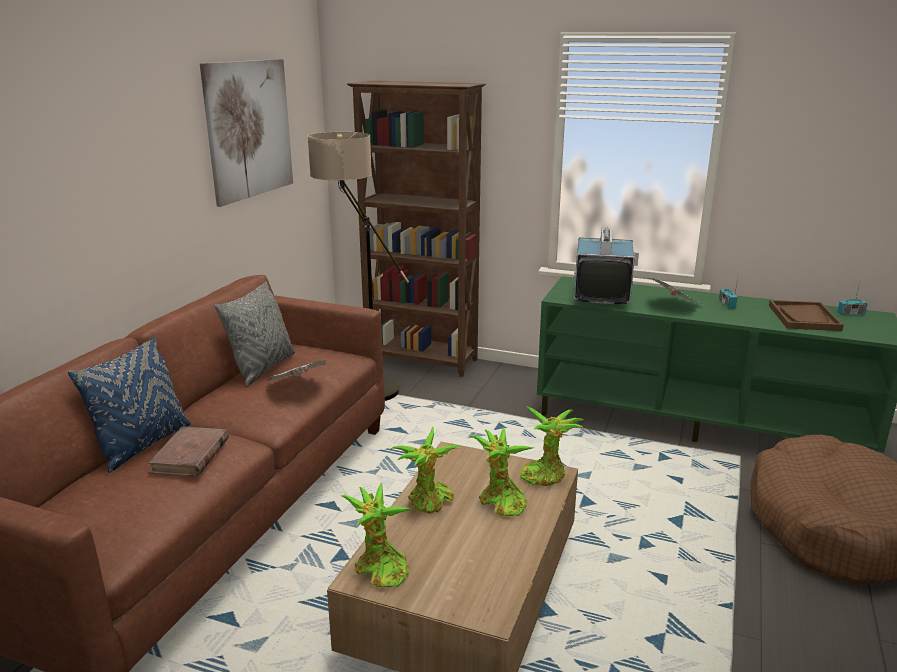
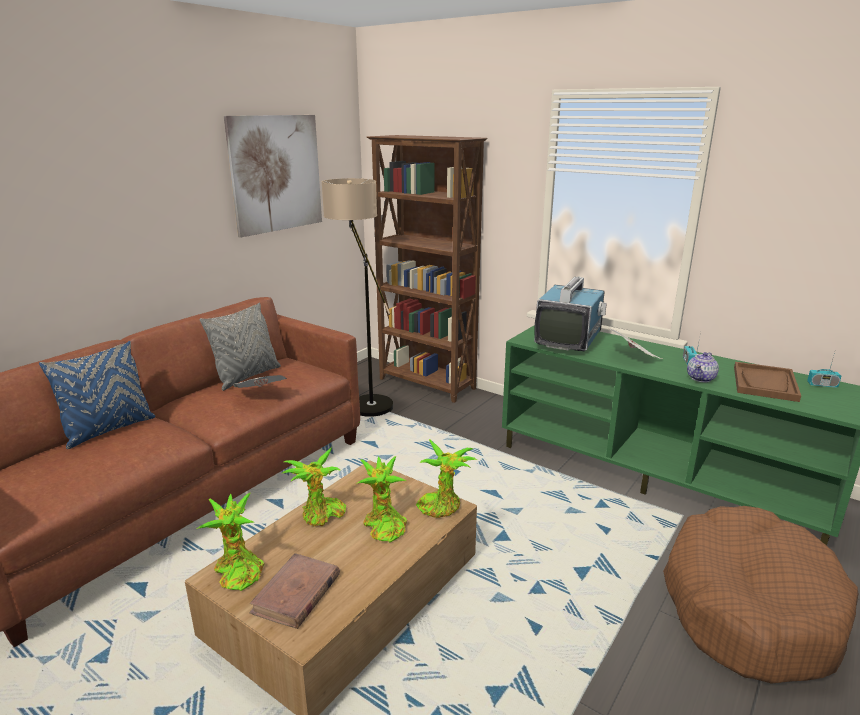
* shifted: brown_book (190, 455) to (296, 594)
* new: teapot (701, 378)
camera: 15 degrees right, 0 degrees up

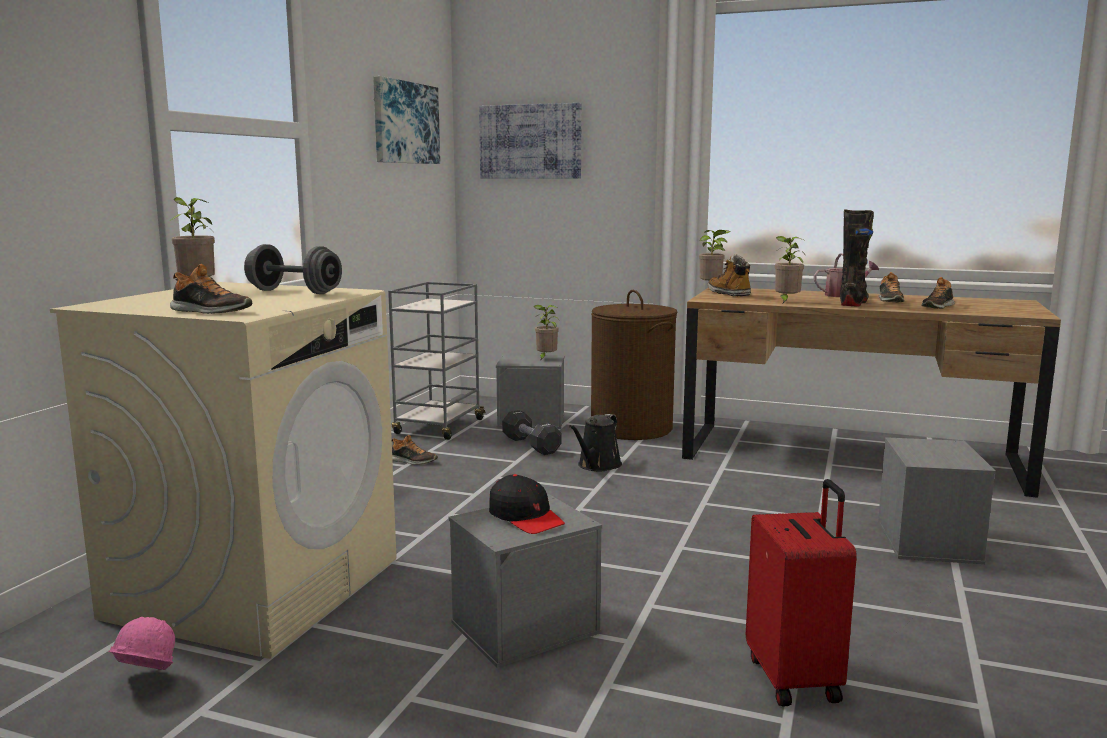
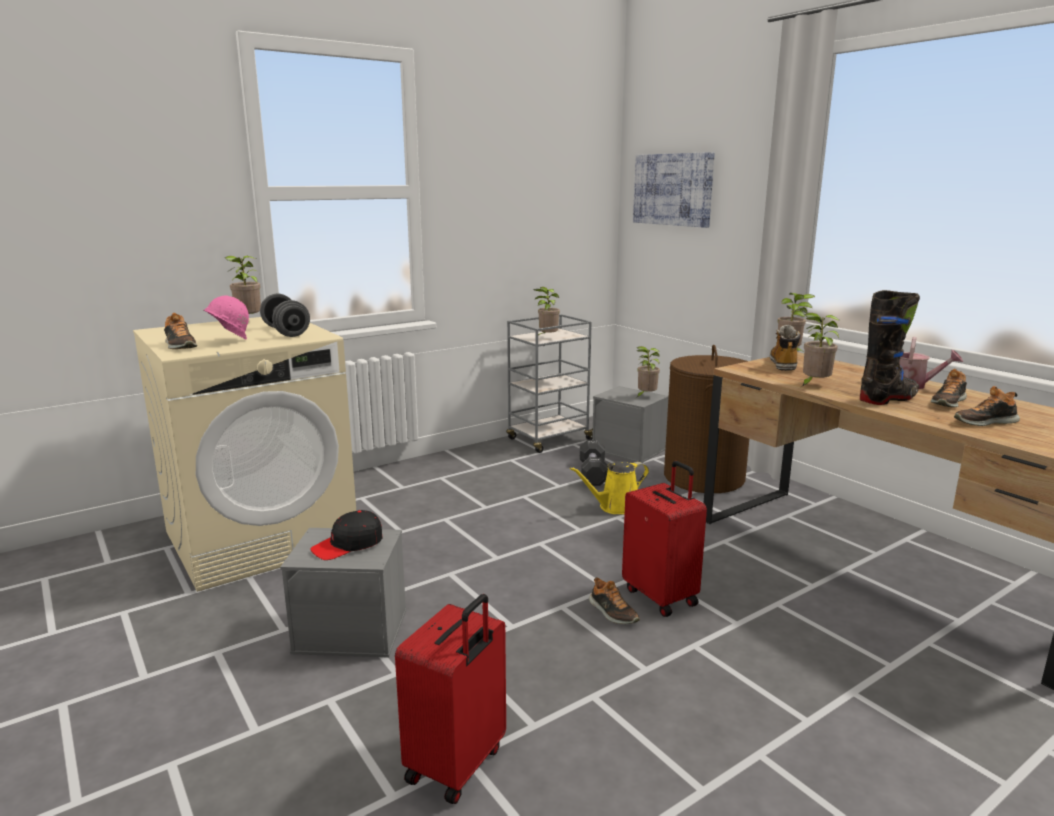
* gone: picture (405, 123)
* repainted: black_watering_can (597, 466) to yellow_watering_can (616, 507)
* shifted: shoe (412, 461) to (612, 612)
* gone: grey_storage_box (926, 540)
* rotated: black_cap (526, 517) = (348, 545) 60 degrees clockwise
* shifted: pink_hard_hat (144, 683) to (229, 342)
* new: potted_plant (547, 338)
* new: red_suitcase (661, 596)
camera: 35 degrees right, 5 degrees up

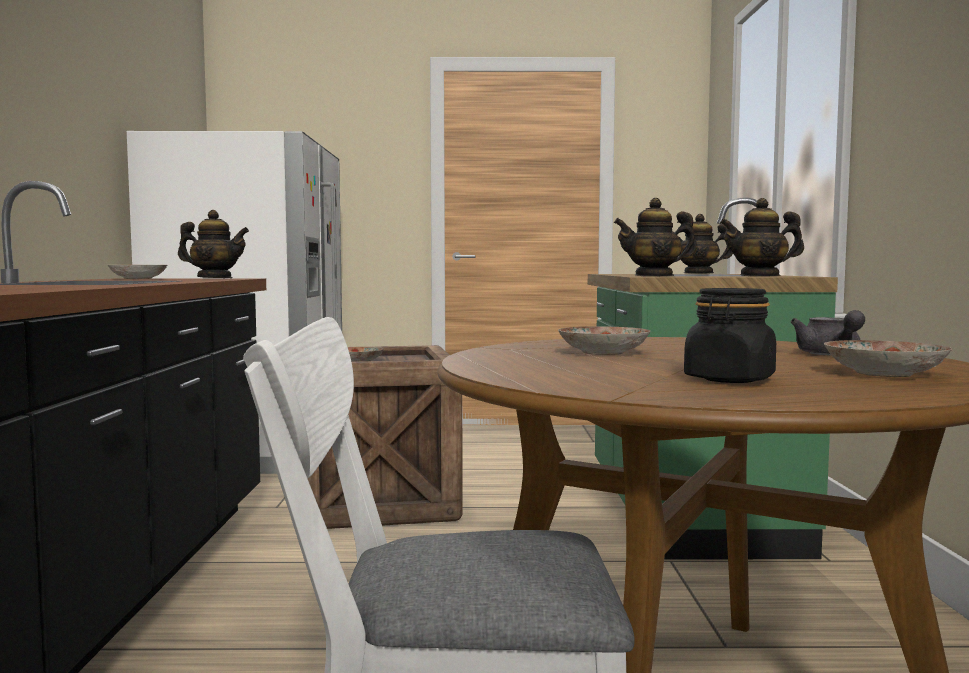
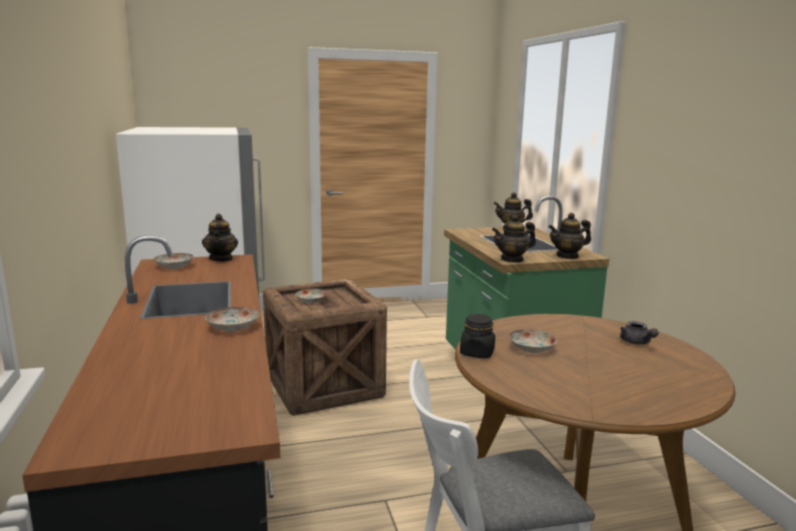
* rotated: teapot (215, 278) = (221, 259) 90 degrees clockwise
* shifted: black_jar (729, 379) to (477, 353)
* shifted: plate (884, 373) to (233, 327)
camera: 15 degrees left, 10 degrees up

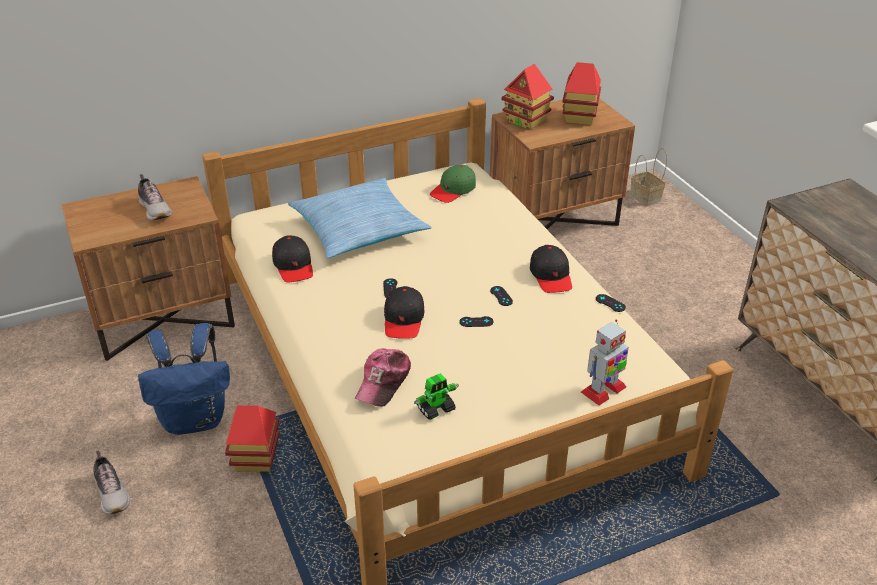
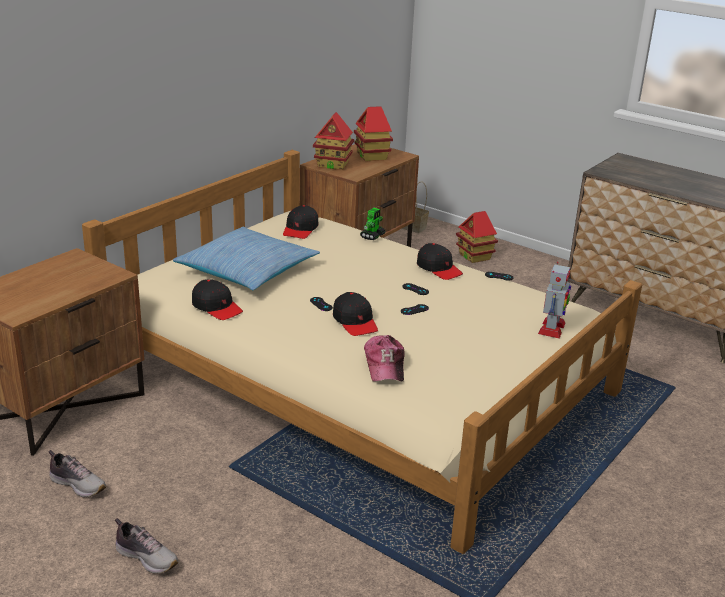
* repainted: green_cap (453, 190) to black_cap (300, 229)
* shifted: shoe (155, 209) to (78, 484)
* gone: blue_backpack (195, 419)
* shifted: toy_robot (436, 408) to (372, 236)
* shifted: toy_house (256, 458) to (474, 256)
camera: 30 degrees left, 10 degrees down

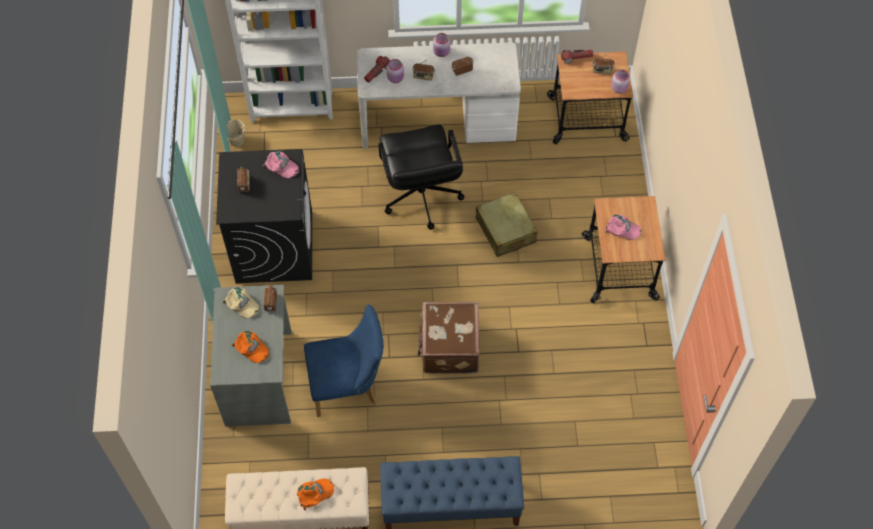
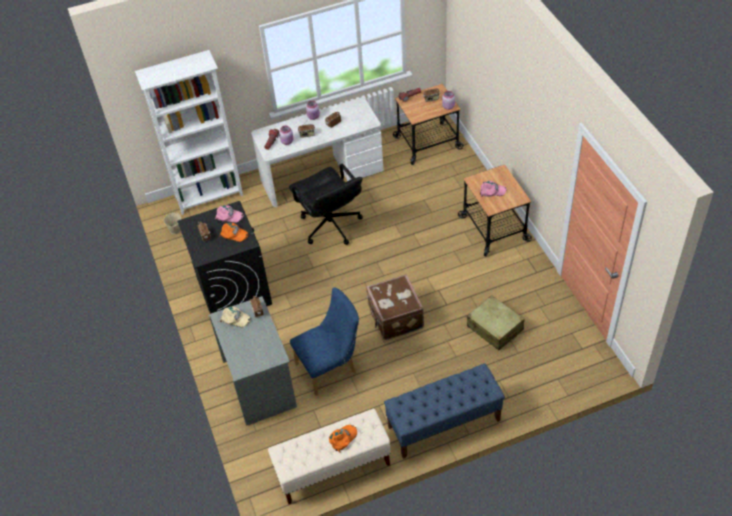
* shifted: beige_suitcase (505, 230) to (495, 328)
* shifted: orange_cap (251, 348) to (234, 234)
camera: 15 degrees left, 10 degrees down

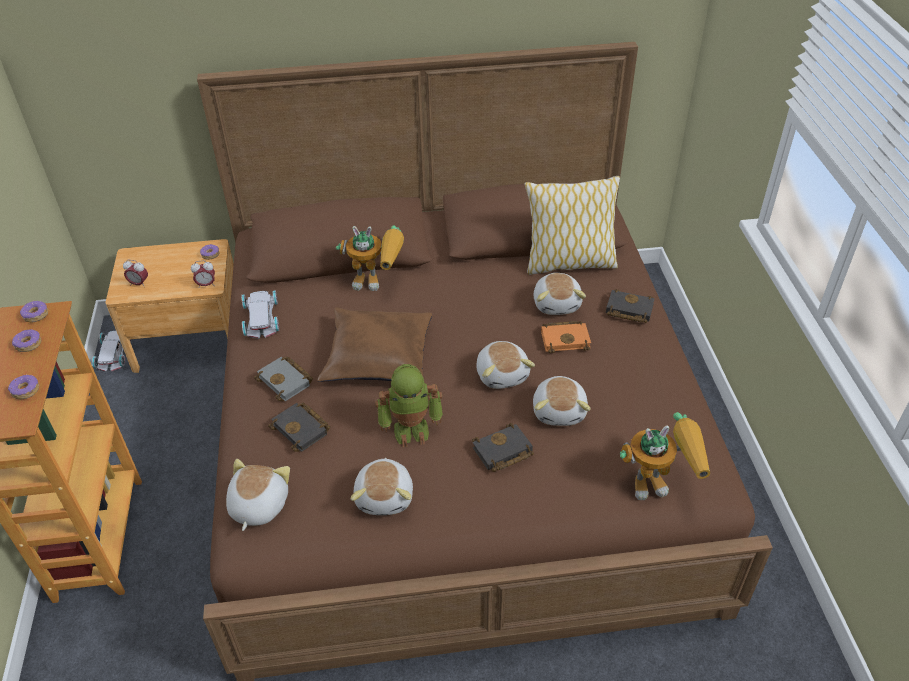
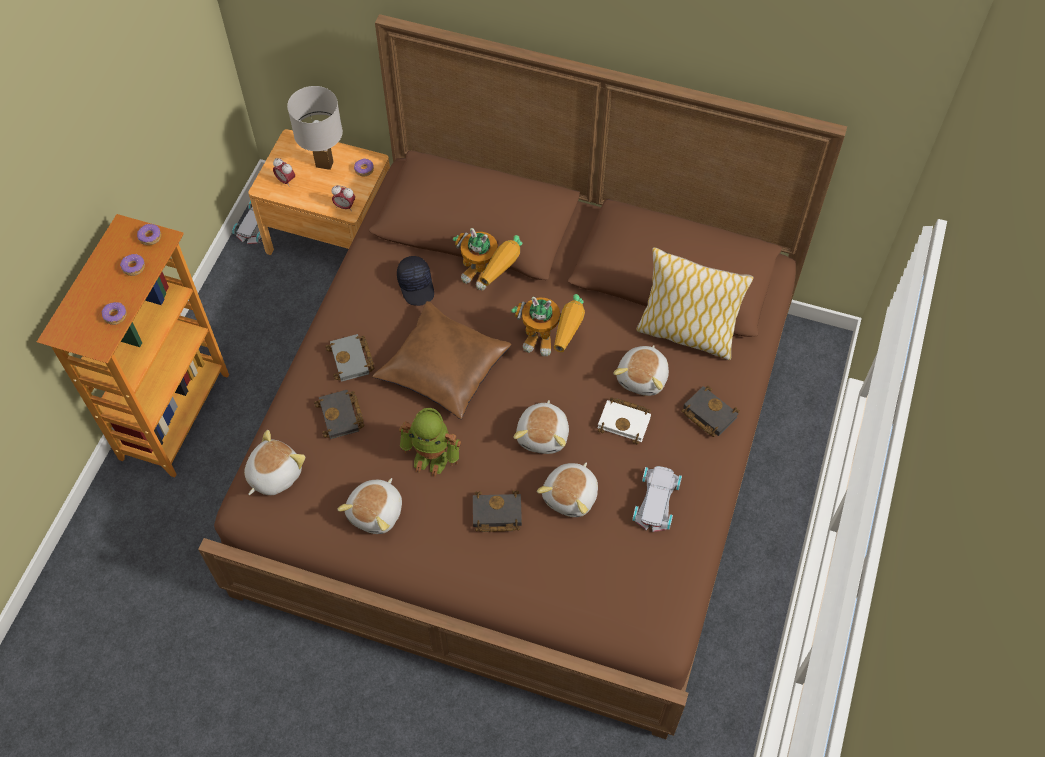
* shifted: white_toy_car (262, 317) to (657, 500)
* repainted: orange_book (566, 339) to white_book (625, 422)
* shifted: toy_robot (660, 481) to (551, 344)
* new: white_table_lamp (325, 164)
* new: black_cap (417, 285)
camera: 25 degrees right, 15 degrees up

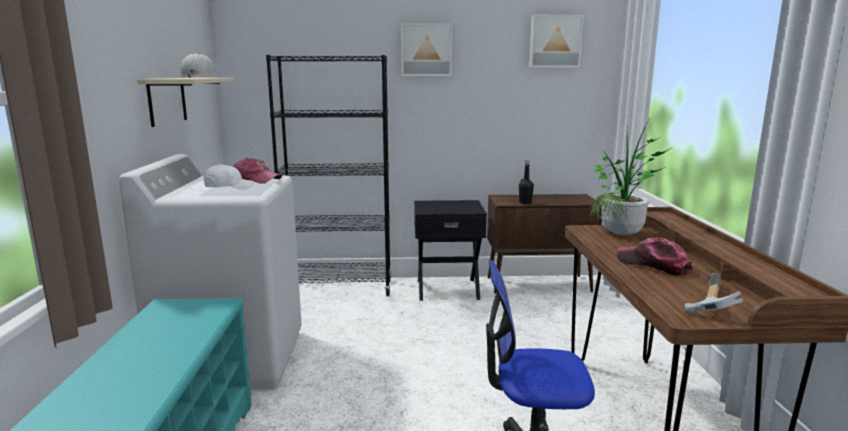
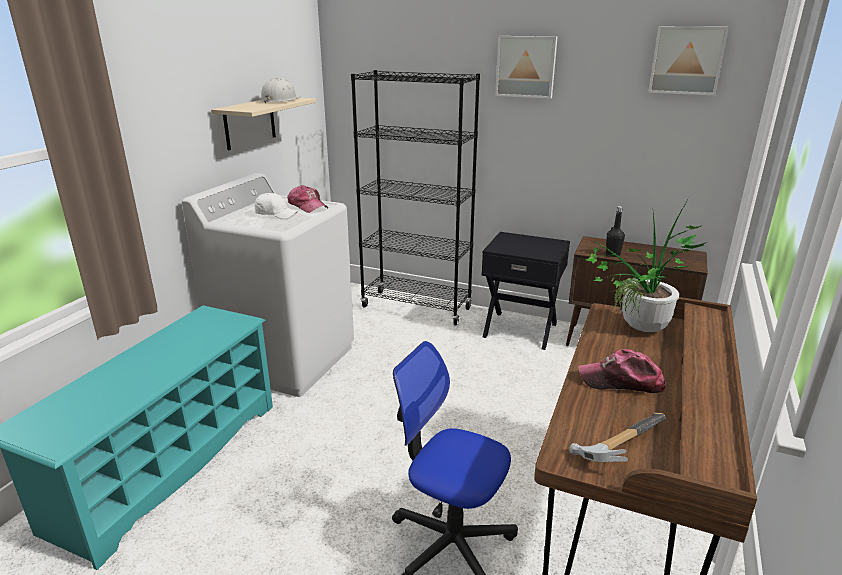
* rotated: cap (653, 265) = (621, 381) 60 degrees counterclockwise
camera: 25 degrees right, 10 degrees up

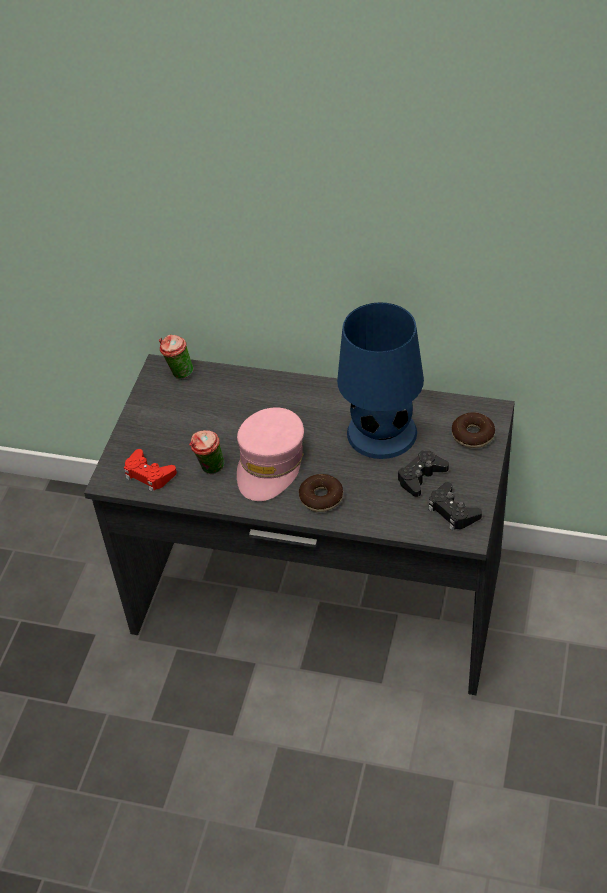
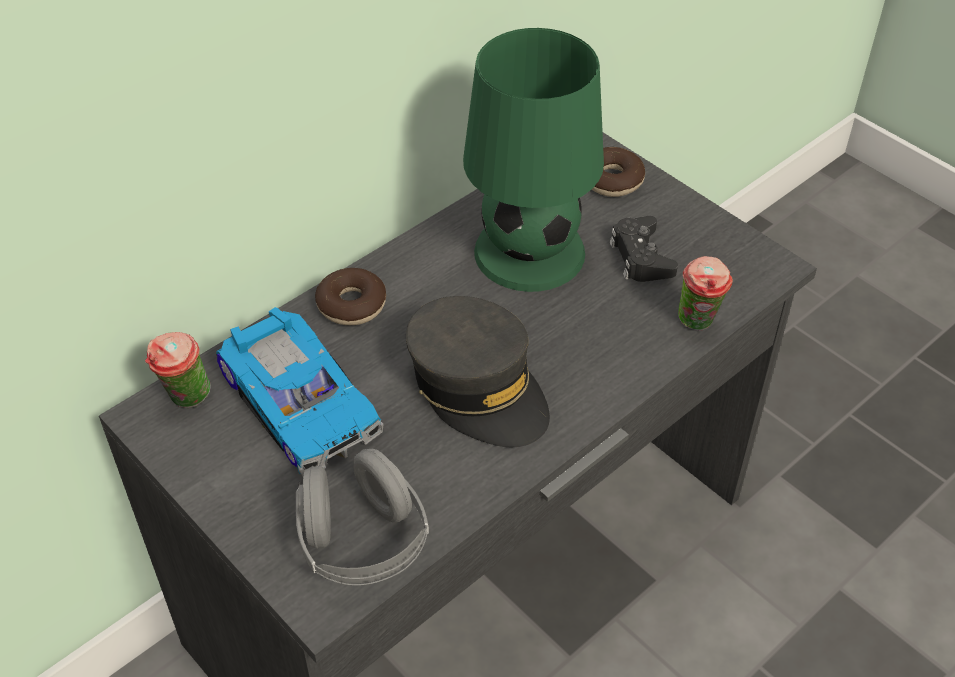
* repainted: blue_table_lamp (381, 433) to green_table_lamp (530, 253)
* repainted: pink_cap (270, 463) to grey_cap (478, 387)
* shifted: cup (210, 469) to (698, 324)
* swapped: red_game_controller (149, 474) to grey_headphones (362, 542)
* shifted: donut (321, 498) to (351, 305)
* gone: black_game_controller (452, 511)
* new: toy_car (302, 400)
camera: 60 degrees left, 0 degrees up

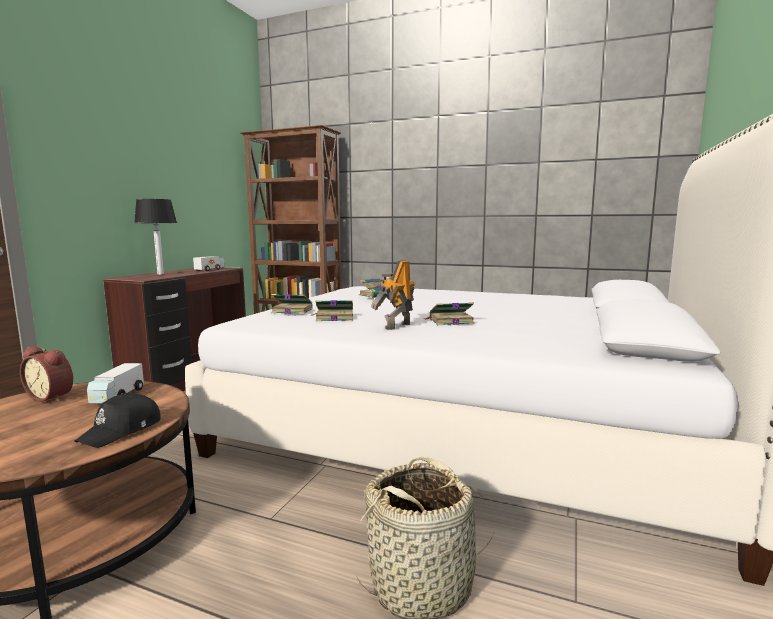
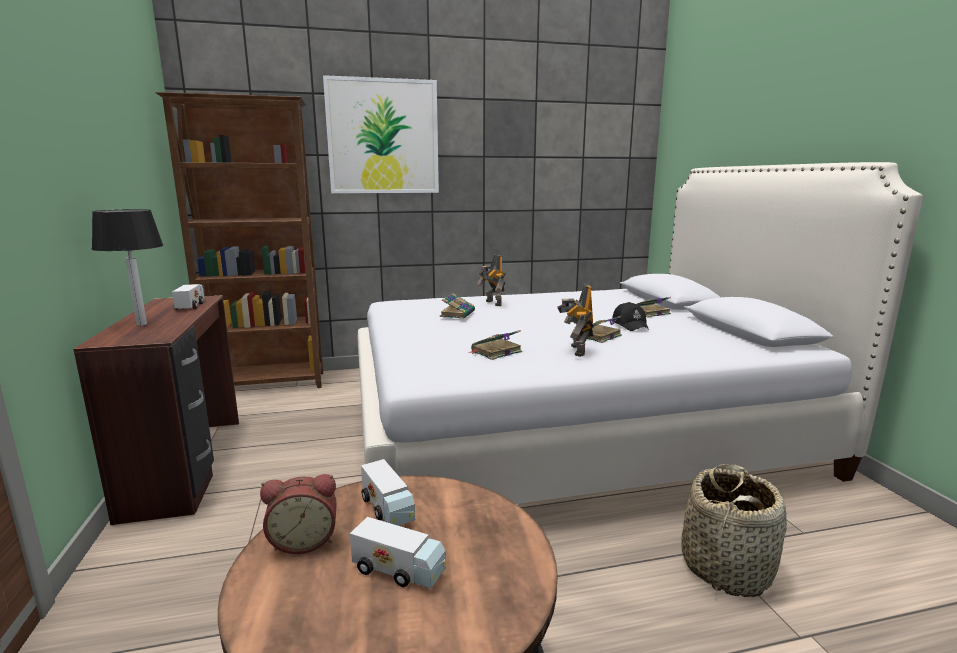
* shifted: book (291, 311) to (649, 313)
* shifted: black_cap (122, 430) to (630, 325)
* new: picture (383, 137)
* new: toy_robot (492, 303)
* new: toy_truck (399, 570)
camera: 35 degrees left, 5 degrees up

